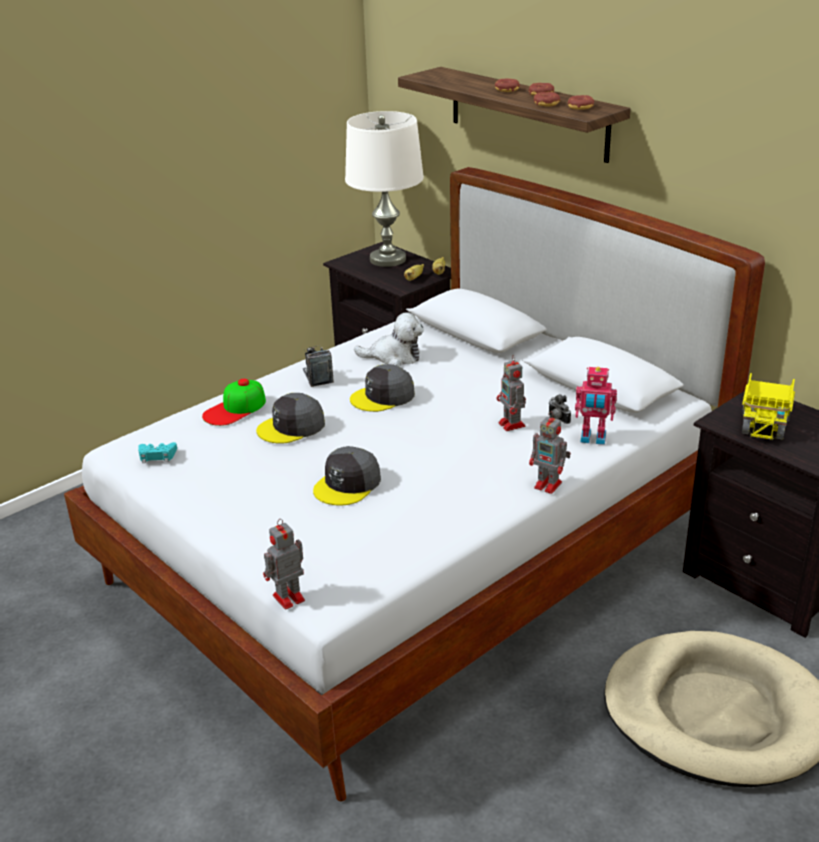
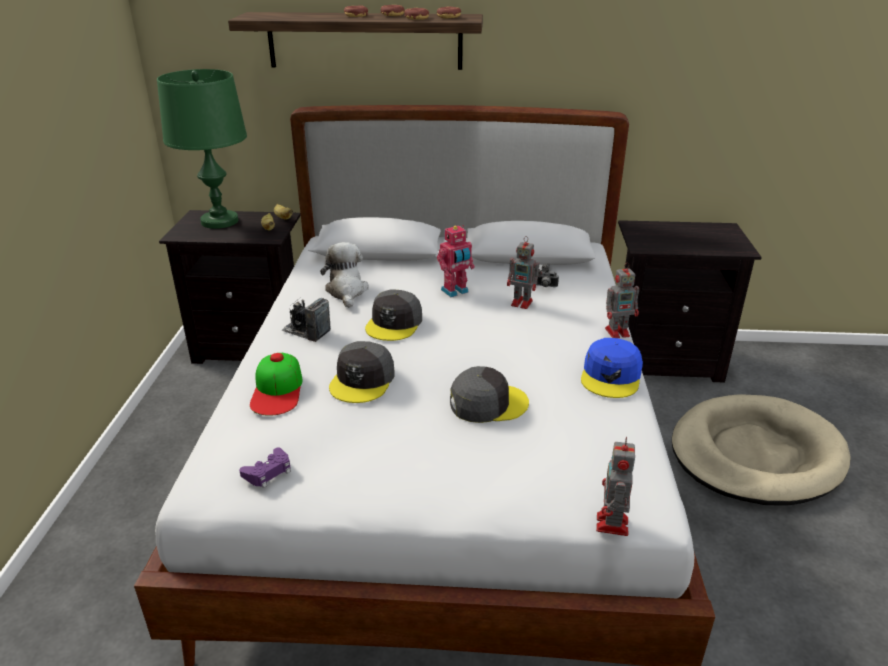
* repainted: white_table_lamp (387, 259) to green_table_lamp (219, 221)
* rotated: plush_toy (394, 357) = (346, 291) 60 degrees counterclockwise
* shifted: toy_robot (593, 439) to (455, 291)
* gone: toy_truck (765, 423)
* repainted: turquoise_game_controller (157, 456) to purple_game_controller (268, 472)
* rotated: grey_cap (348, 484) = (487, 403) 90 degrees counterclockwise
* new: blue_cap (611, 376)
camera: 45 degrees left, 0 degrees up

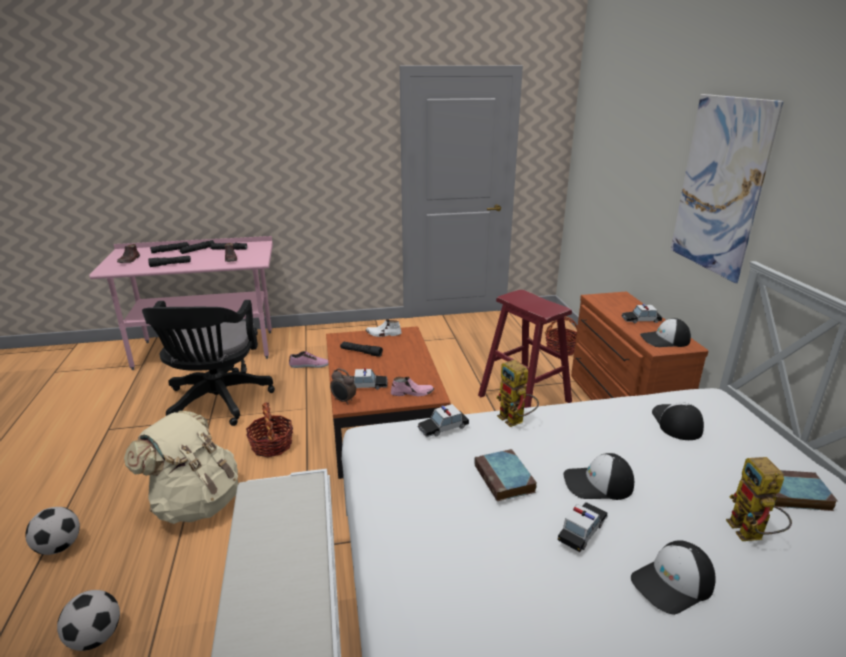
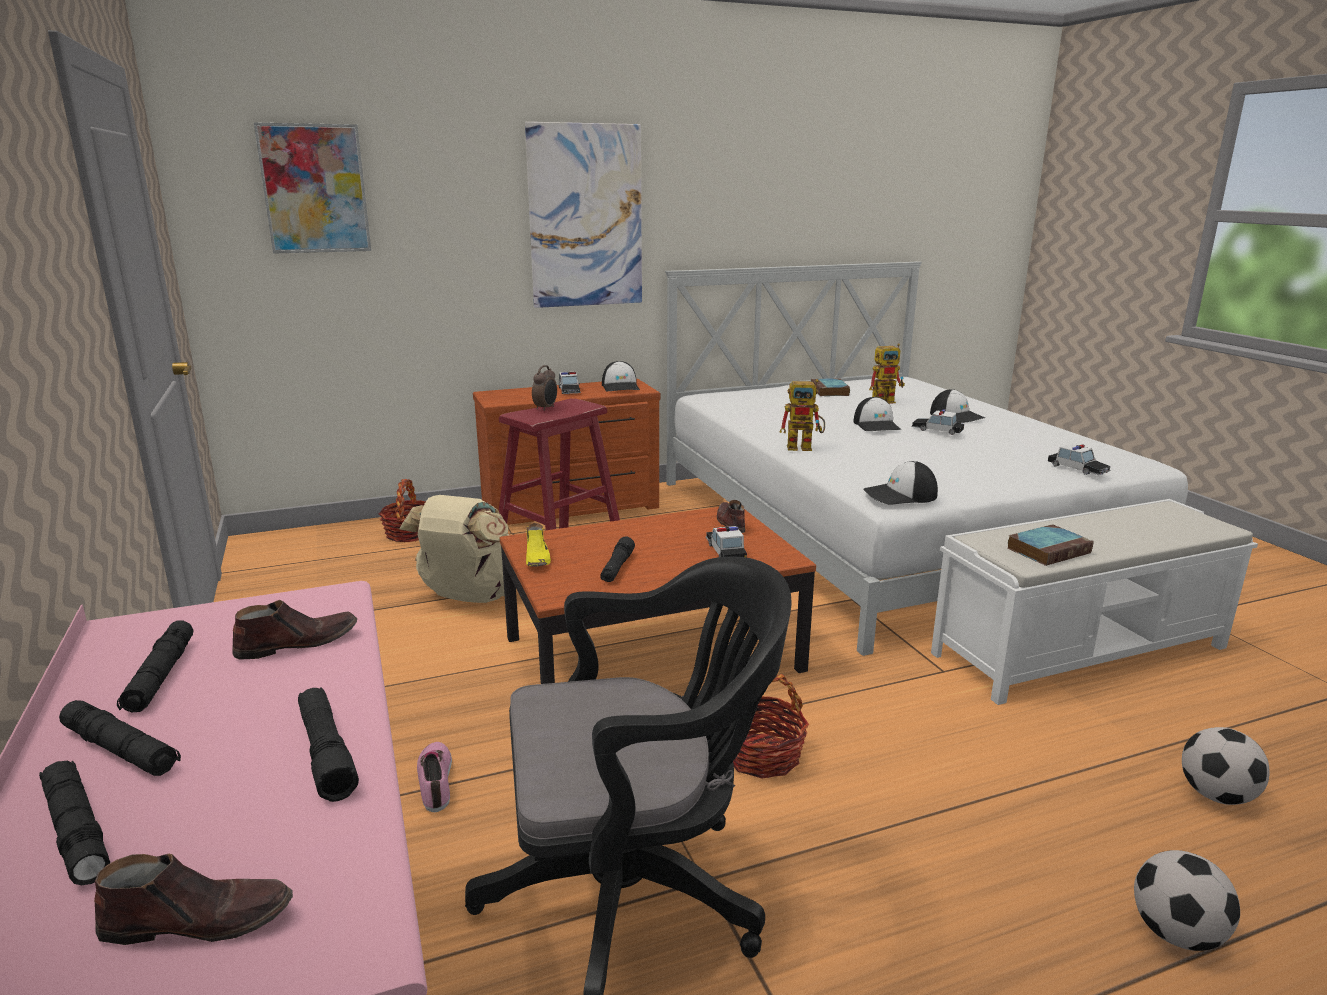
* repainted: white_shoe (383, 334) to yellow_shoe (538, 558)
* rotated: toy_robot (515, 421) = (805, 447) 45 degrees clockwise
* shifted: alarm_clock (343, 401) to (546, 408)
* repainted: pink_shoe (412, 393) to brown_shoe (730, 523)
* shifted: cap (676, 422) to (900, 495)
* shifted: toy_car (443, 427) to (1077, 469)
* shifted: beige_backpack (196, 503) to (471, 597)
* shifted: book (505, 479) to (1049, 550)
* new: picture (314, 189)
camera: 100 degrees left, 5 degrees down

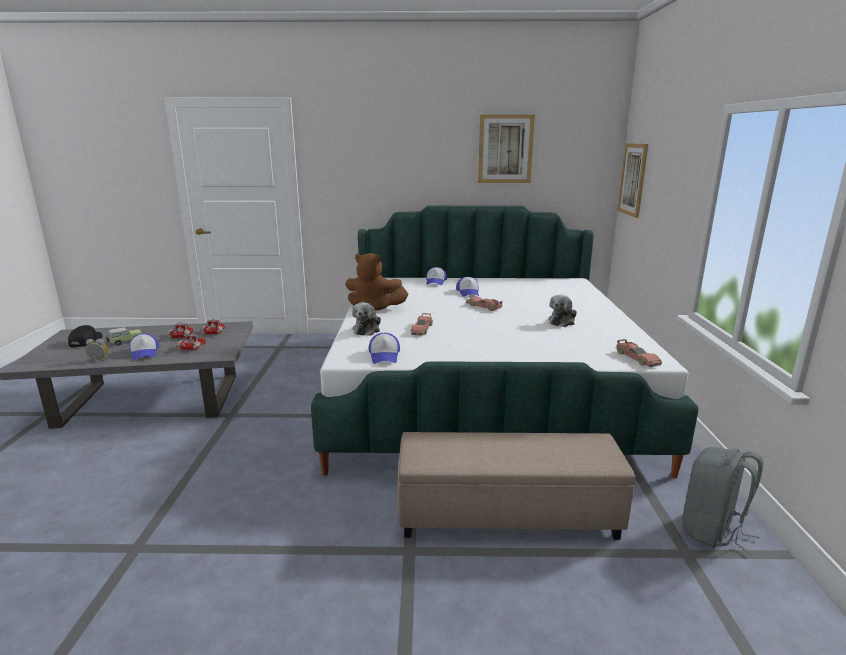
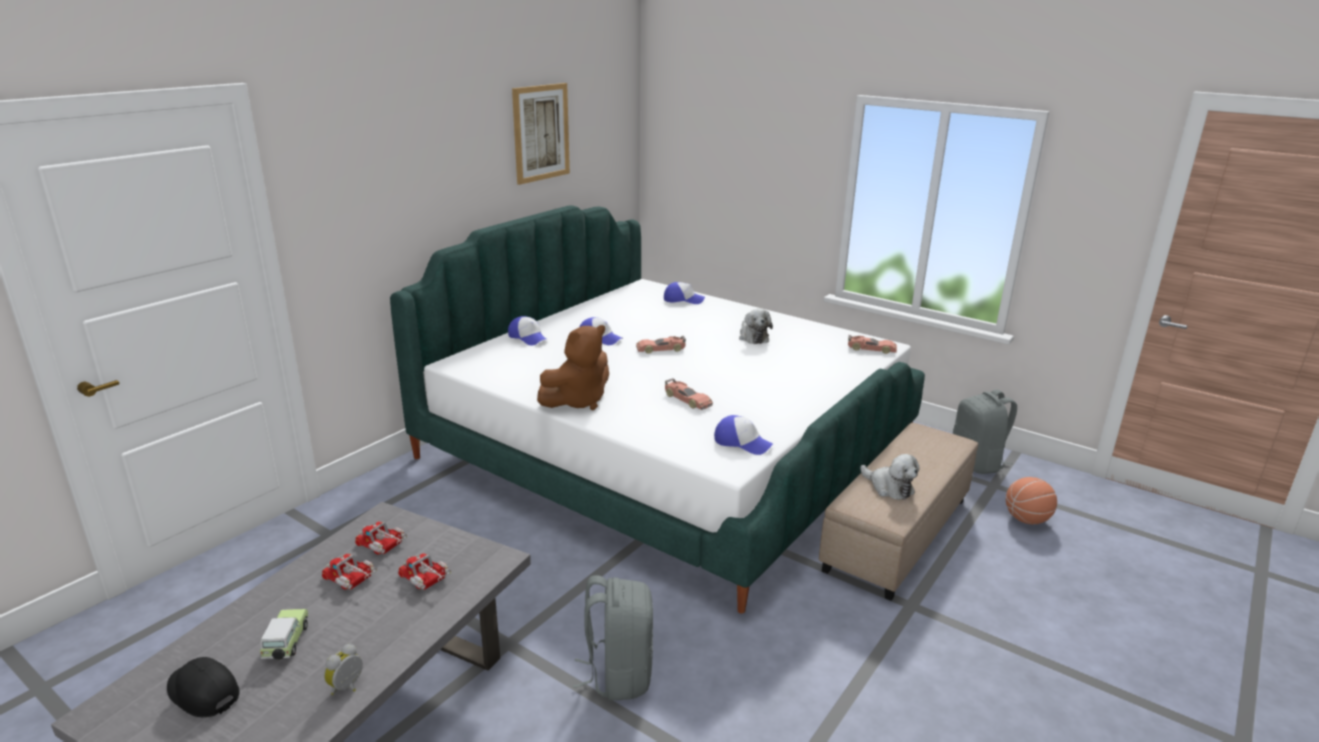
* gone: picture (632, 179)
* shifted: plush_toy (367, 329) to (889, 487)
* shifted: cap (145, 353) to (683, 300)
* new: basketball (1026, 519)
* new: grey_backpack (618, 674)
camera: 55 degrees left, 5 degrees up

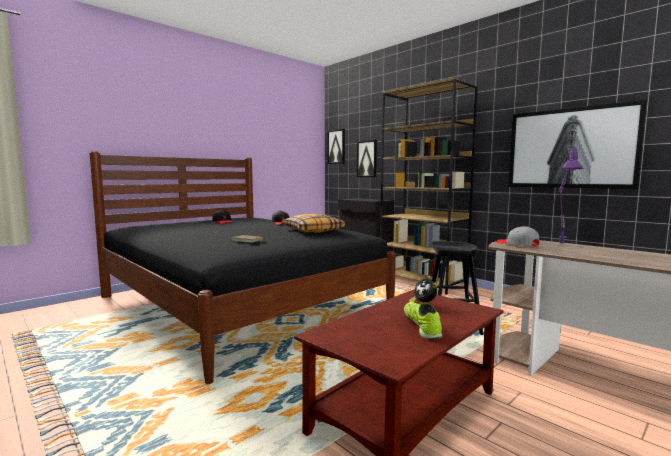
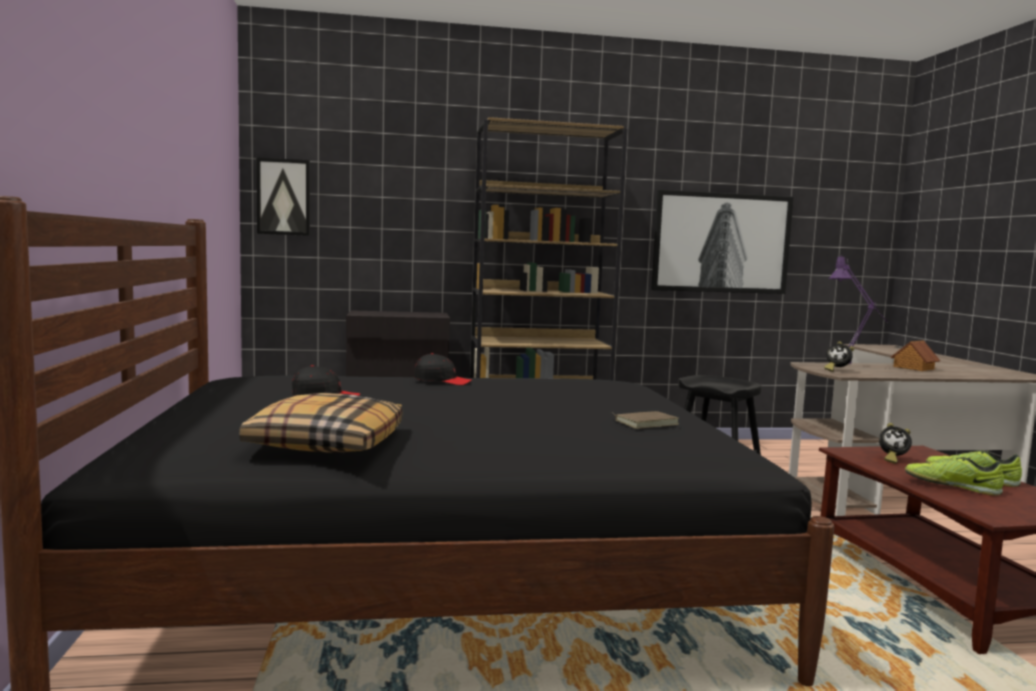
* gone: picture (367, 159)
* shifted: pillow (312, 230) to (325, 443)
* swapped: grey_cap (517, 244) to alarm_clock (836, 370)
* new: toy_house (913, 368)
* new: shoe (951, 486)
camera: 55 degrees left, 0 degrees up

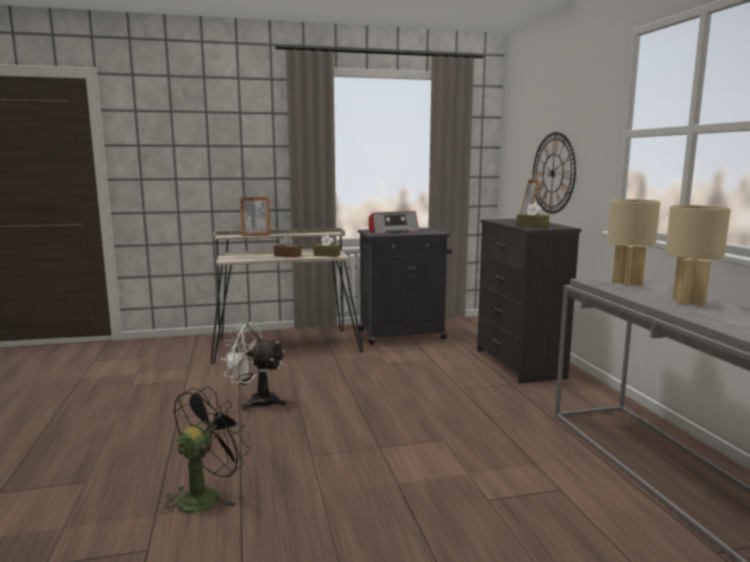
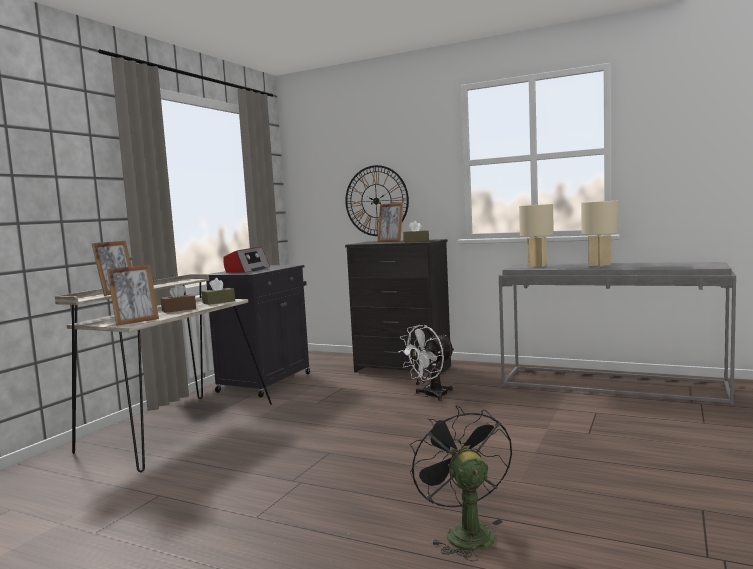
* shifted: white_fan (256, 401) to (430, 396)
* new: picture_frame (136, 321)
camera: 50 degrees left, 5 degrees down

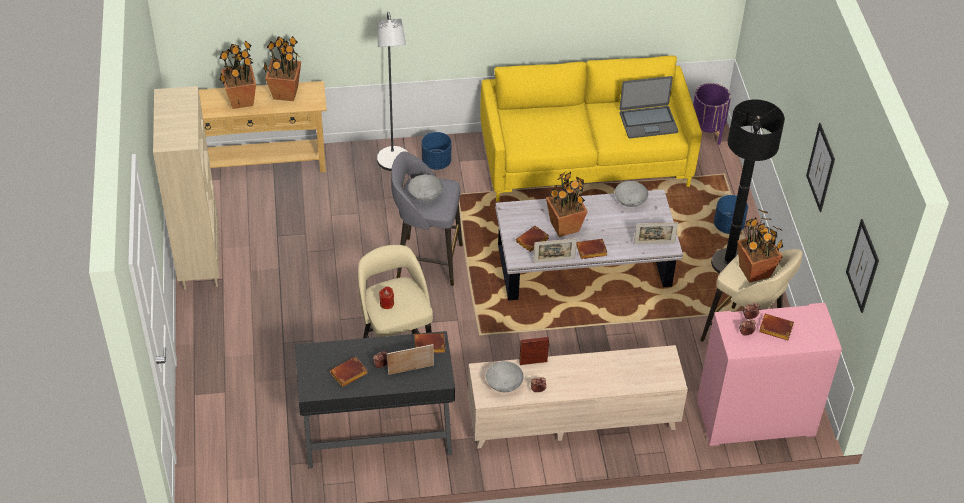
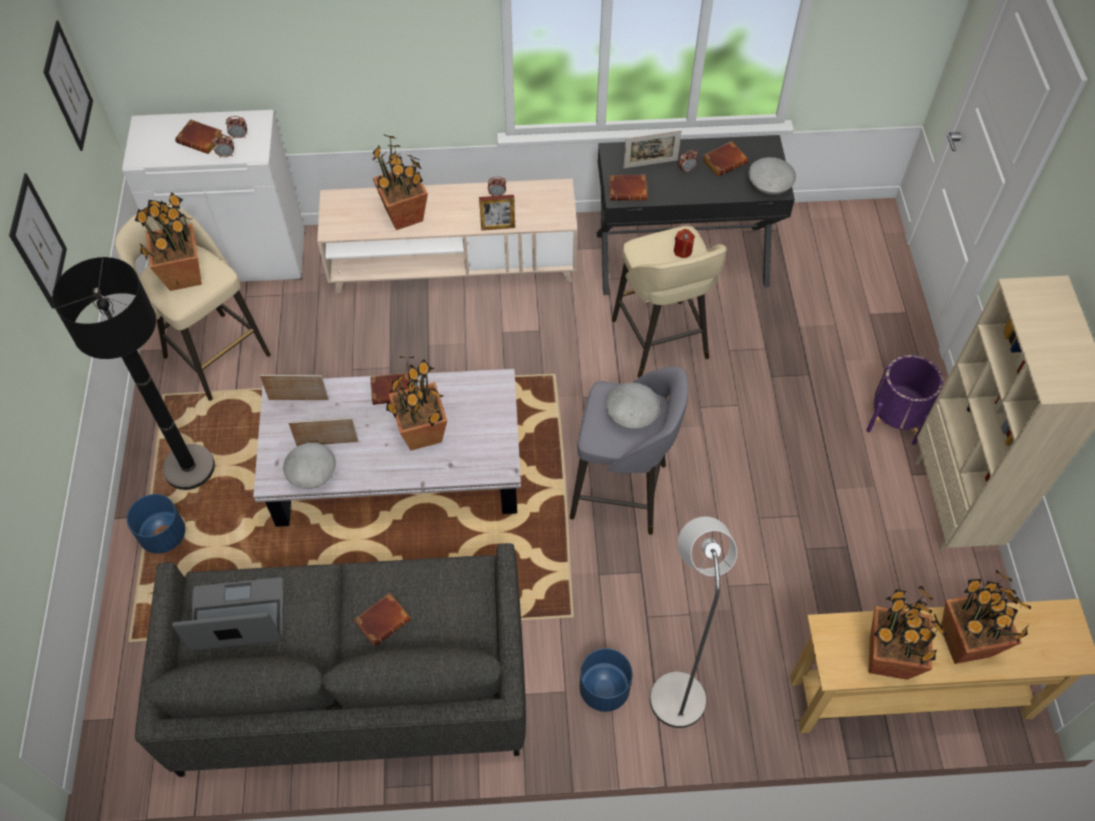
* repainted: yellow_sofa (585, 160) to grey_sofa (352, 682)
* shifted: purple_planter (706, 131) to (895, 418)
* shifted: brown_book (532, 241) to (383, 619)
* shifted: picture_frame (554, 261) to (327, 443)
* repainted: pink_cabinet (755, 419) to white_cabinet (240, 256)
* shifted: grey_bowl (504, 384) to (768, 187)
* new: potted_plant (405, 216)
camera: 175 degrees left, 10 degrees up

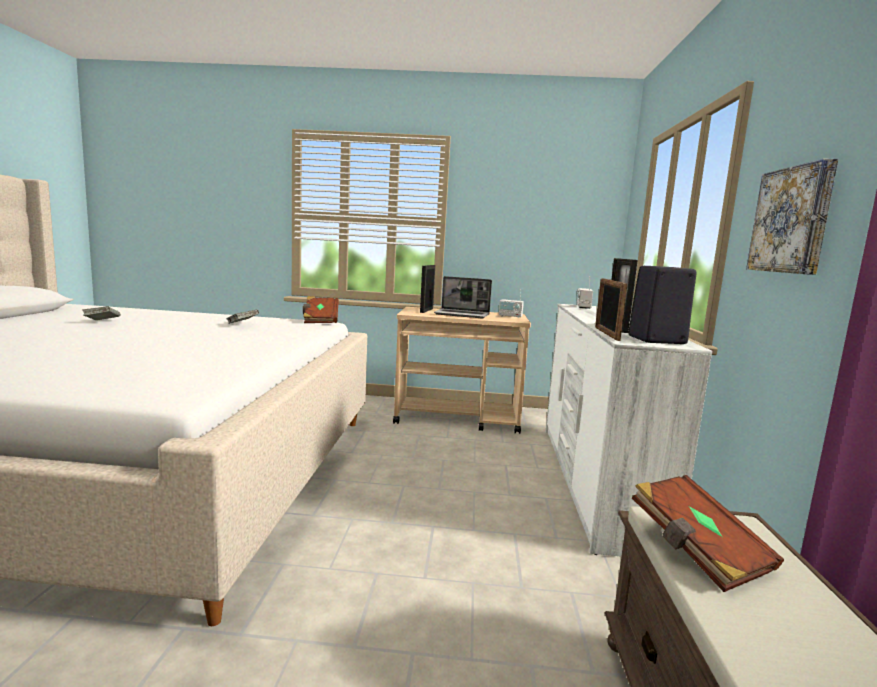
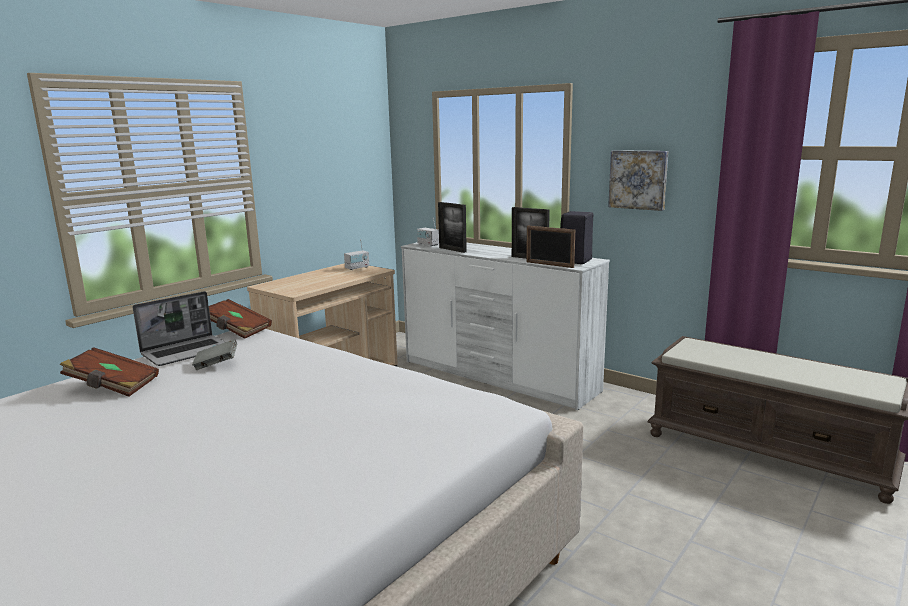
* shifted: picture_frame (426, 310) to (452, 250)
* shifted: laptop (463, 315) to (187, 352)
* gone: grey_book (102, 322)
* shifted: brown_book (697, 551) to (112, 386)
camera: 55 degrees left, 5 degrees up

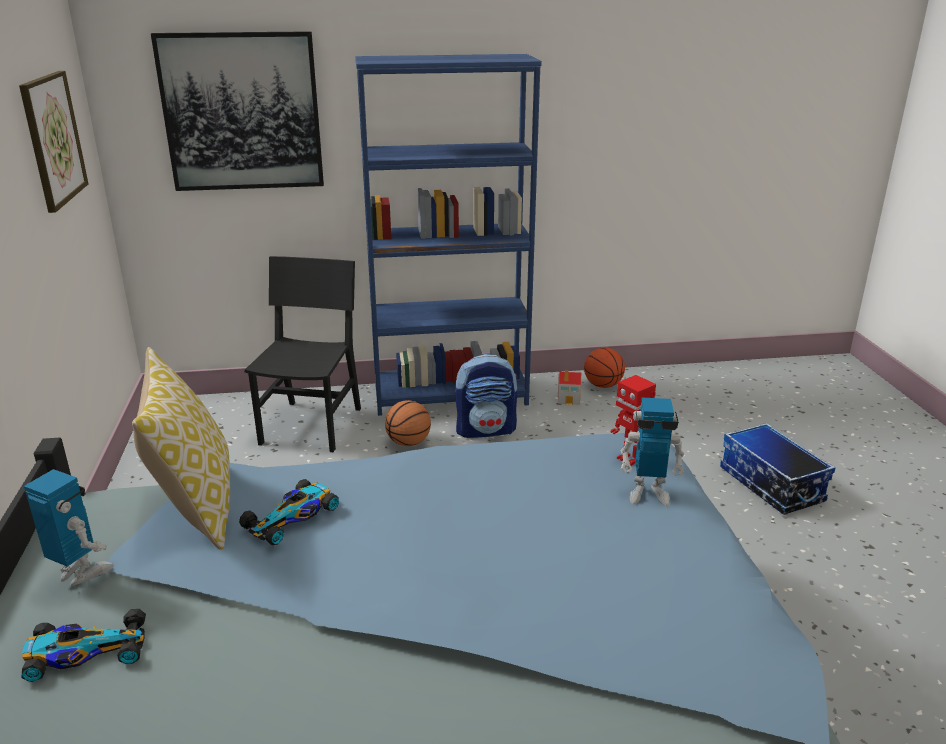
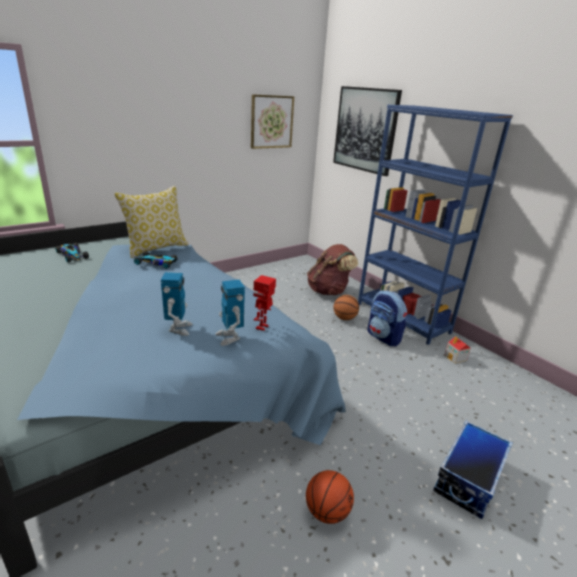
* swapped: black_chair (311, 426) to brown_backpack (329, 291)
* shifted: basketball (602, 385) to (326, 511)
* shifted: toy_robot (80, 573) to (178, 329)
camera: 60 degrees right, 0 degrees up

